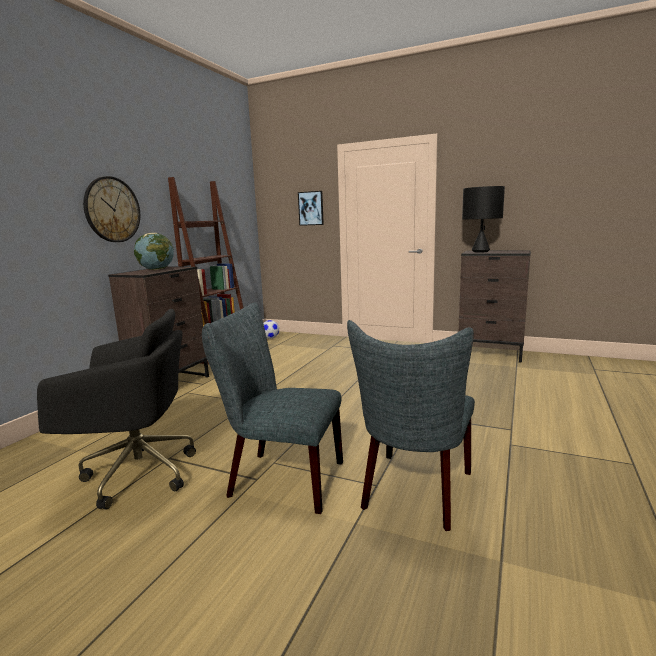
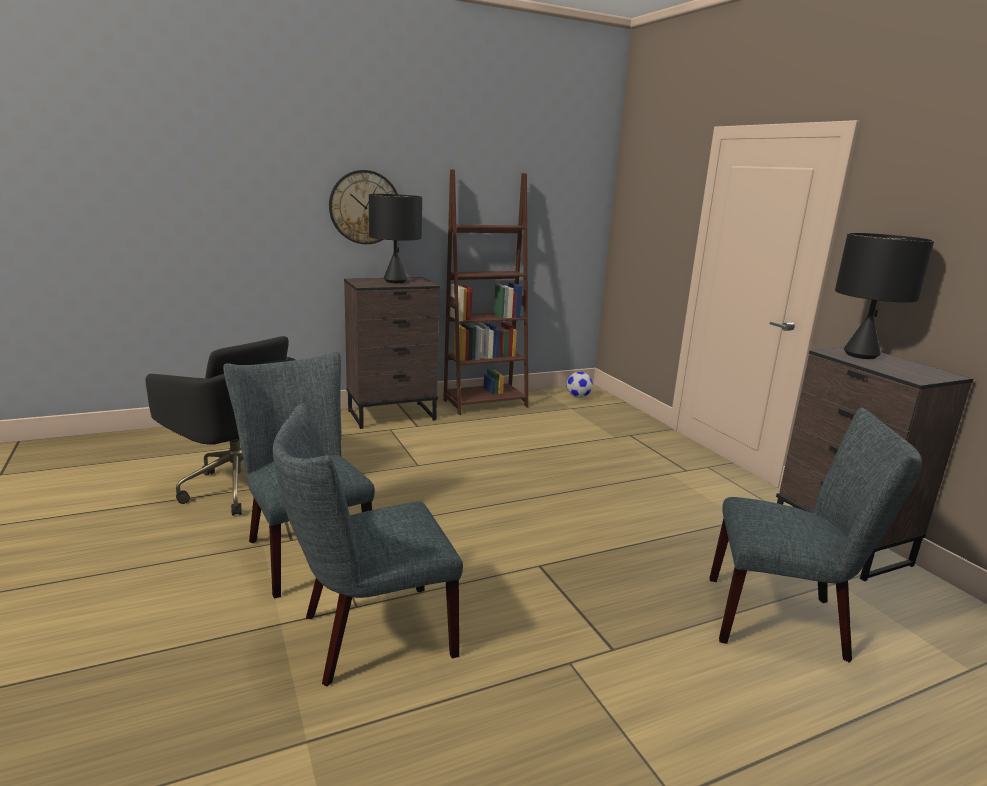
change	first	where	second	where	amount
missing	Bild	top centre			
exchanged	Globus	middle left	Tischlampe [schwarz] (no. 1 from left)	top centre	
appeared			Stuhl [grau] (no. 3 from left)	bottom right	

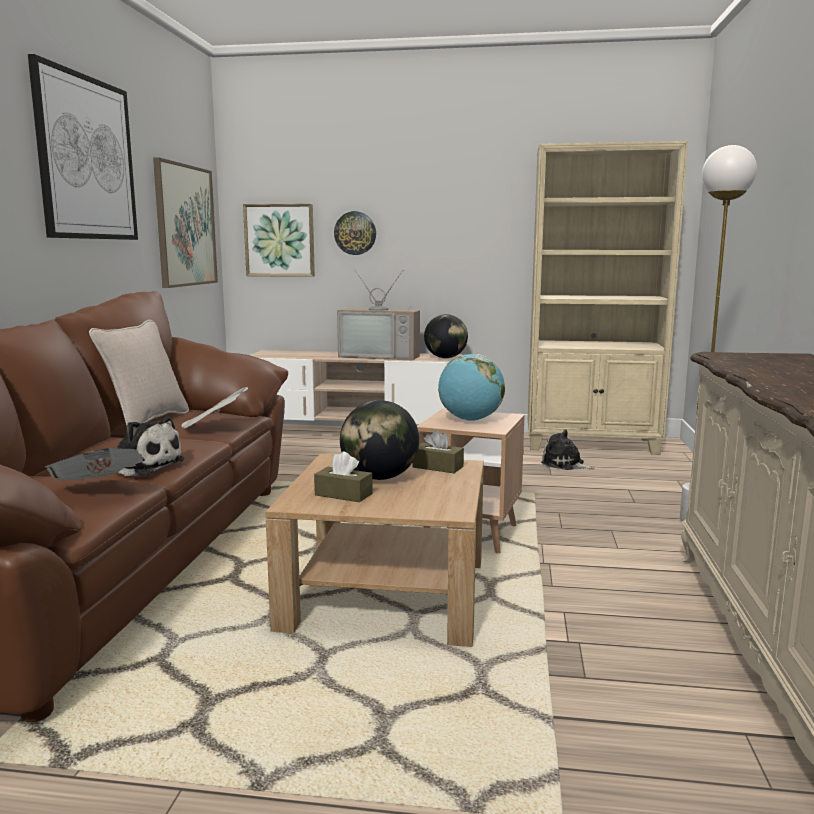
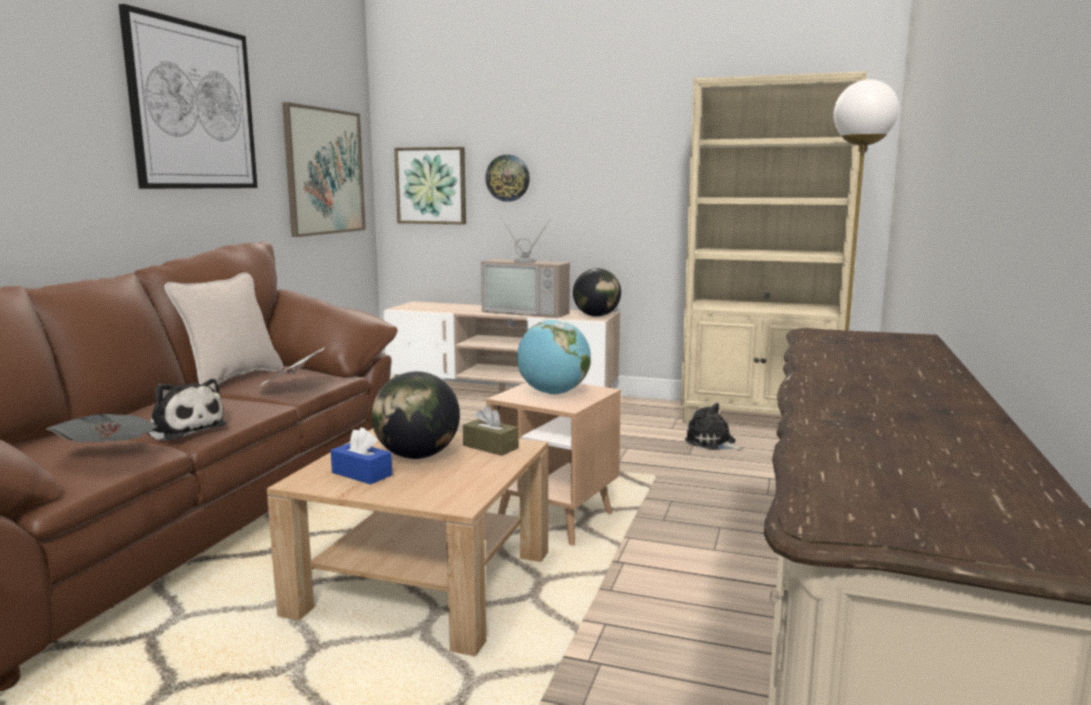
change	first	where	second	where	amount
colour	Taschentuchbox [braun] (no. 1 from left)	centre	Taschentuchbox [blau]	middle left	

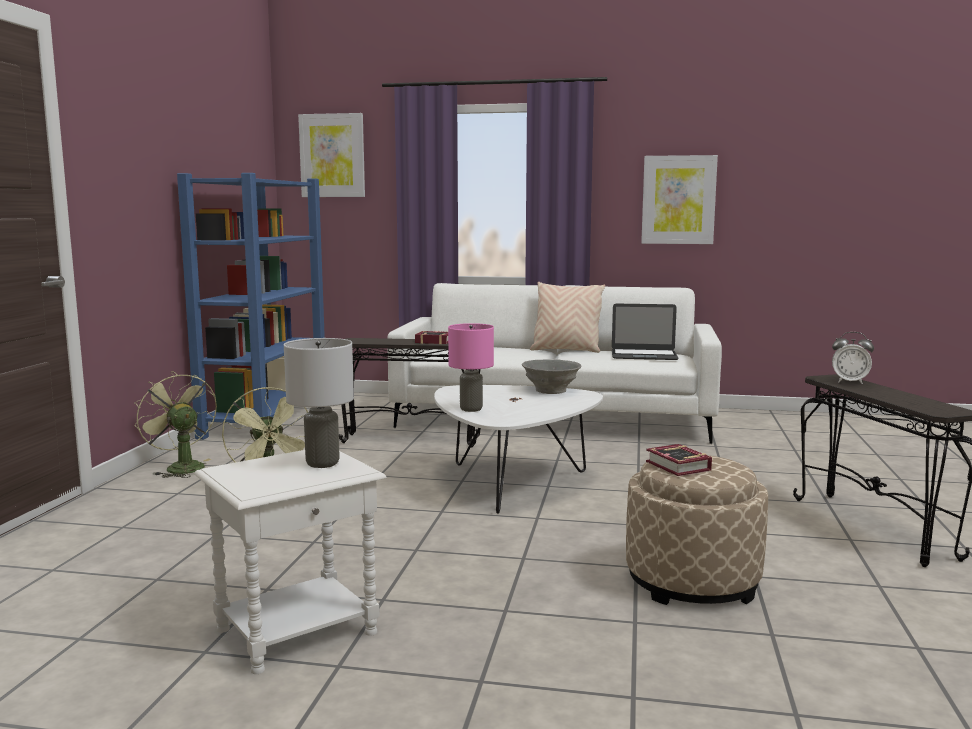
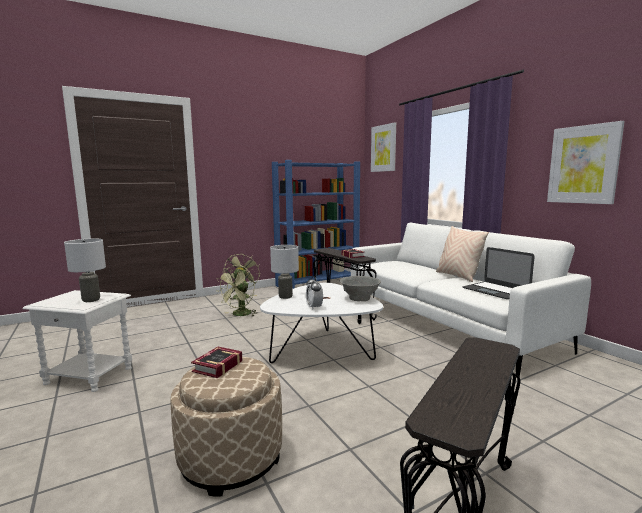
change	first	where	second	where	amount
colour	Tischlampe [rosa]	centre	Tischlampe [weiß] (no. 2 from left)	centre	
relocated	Wecker	middle right		centre	

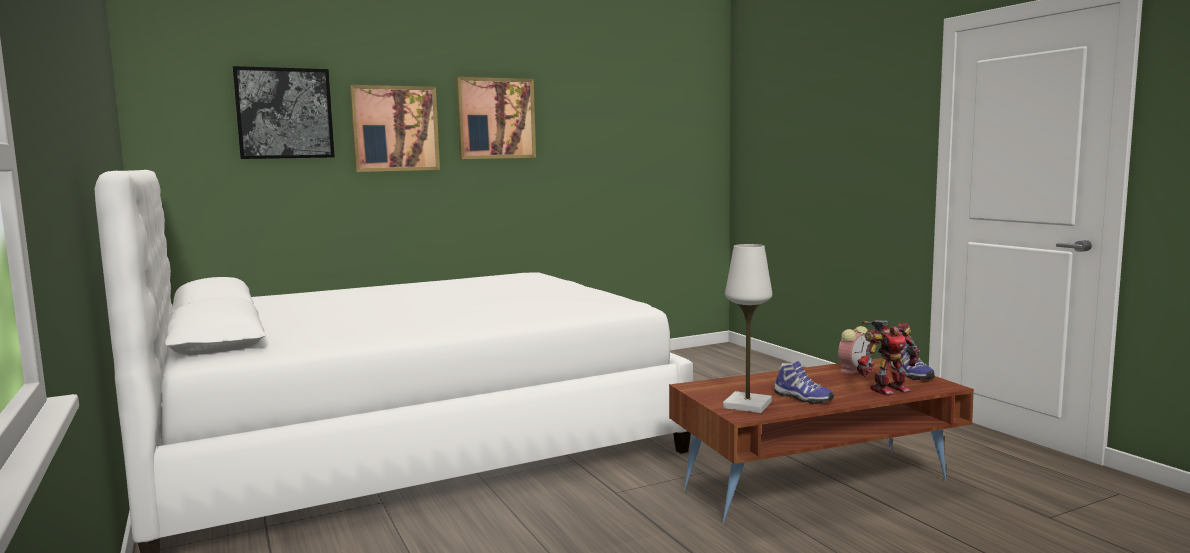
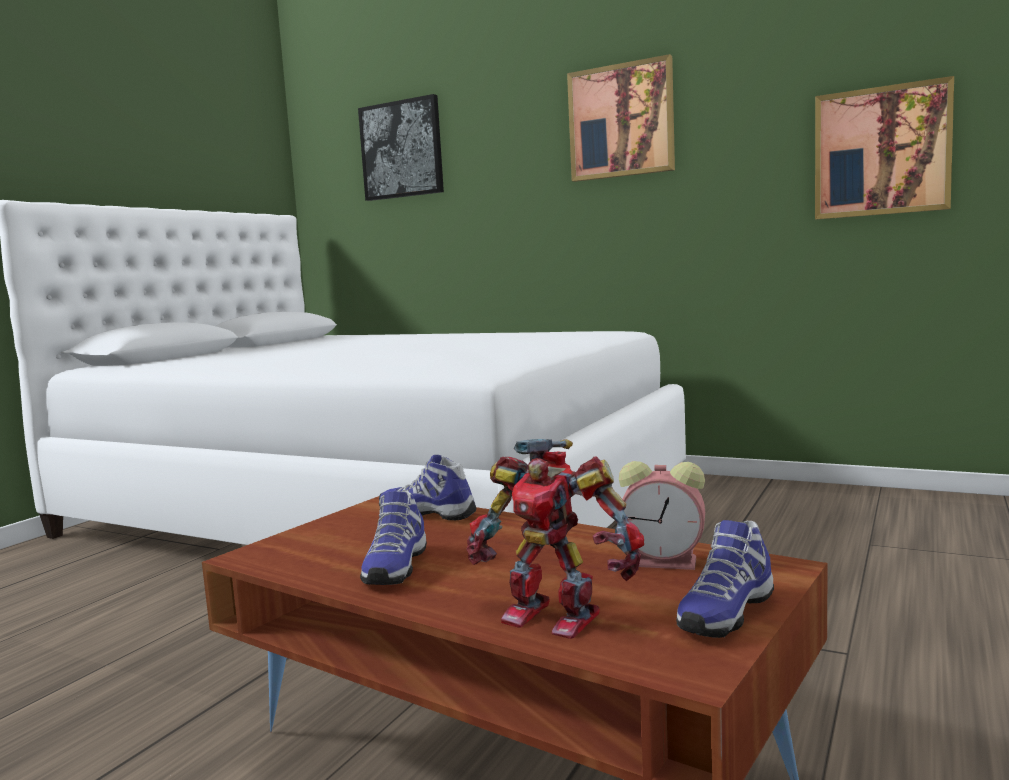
change	first	where	second	where	amount
relocated	Bild (no. 2 from left in the first image)	top left	Bild (no. 3 from left)	top right	
missing	Tischlampe [weiß]	centre			
appeared			Schuh (no. 2 from left)	centre	

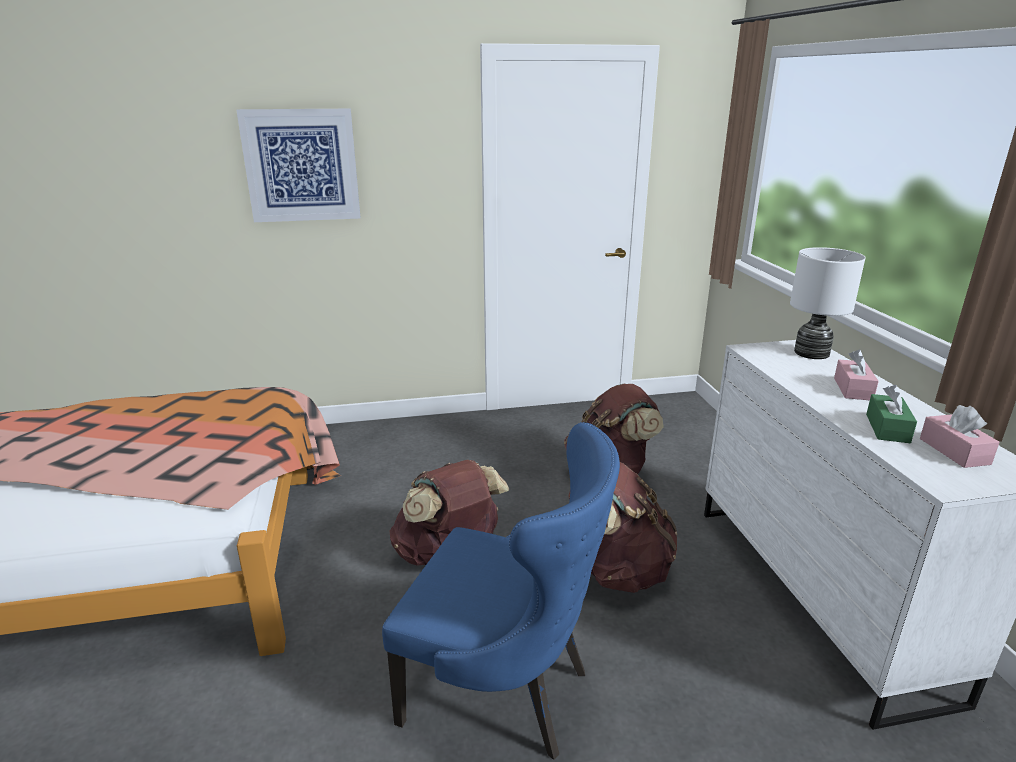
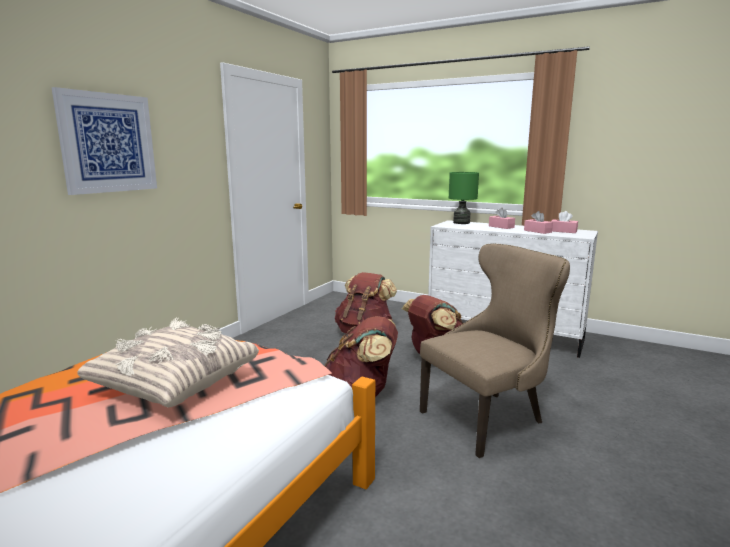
change	first	where	second	where	amount
colour	Tischlampe [weiß]	middle right	Tischlampe [grün]	centre	
colour	Taschentuchbox [grün]	middle right	Taschentuchbox [rosa] (no. 2 from left)	middle right	
colour	Stuhl [blau]	bottom centre	Stuhl [beige]	middle right	
appeared			Kissen [beige]	middle left	

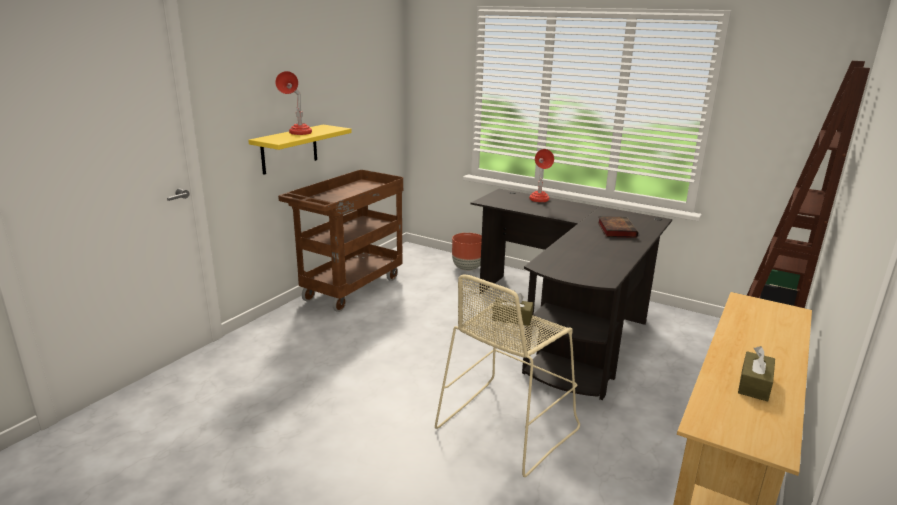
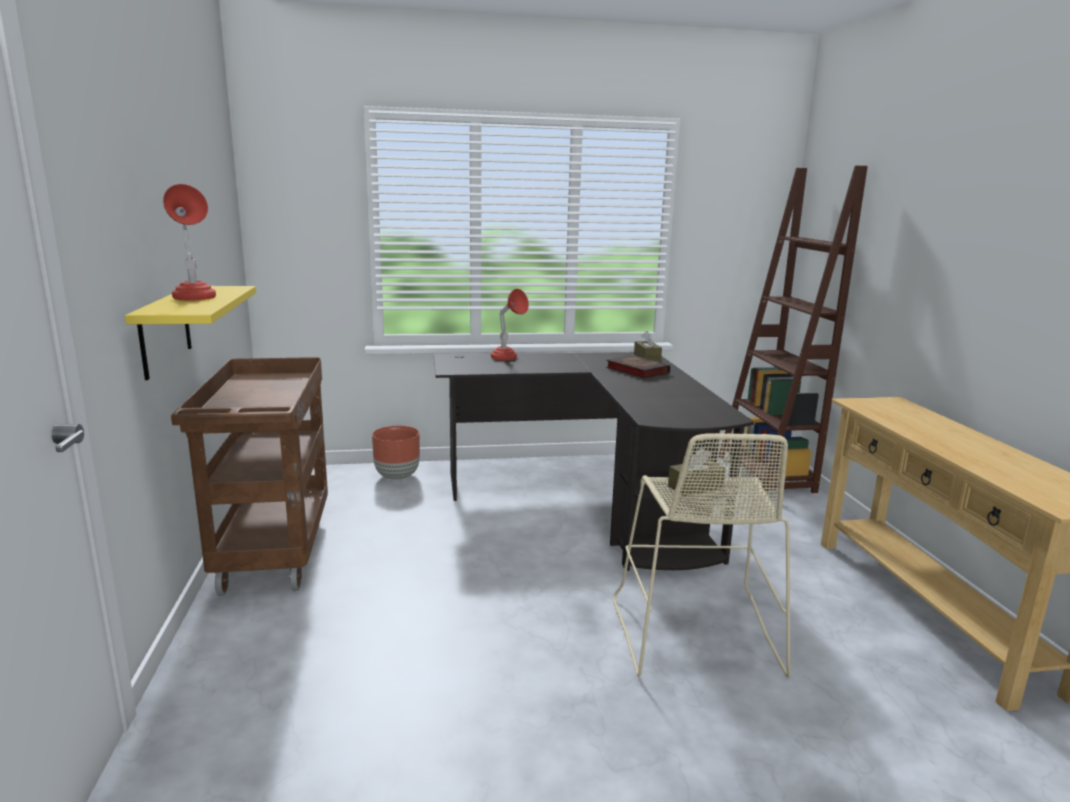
change	first	where	second	where	amount
relocated	Taschentuchbox [braun] (no. 2 from left in the first image)	bottom right	Taschentuchbox [braun] (no. 1 from left)	centre	

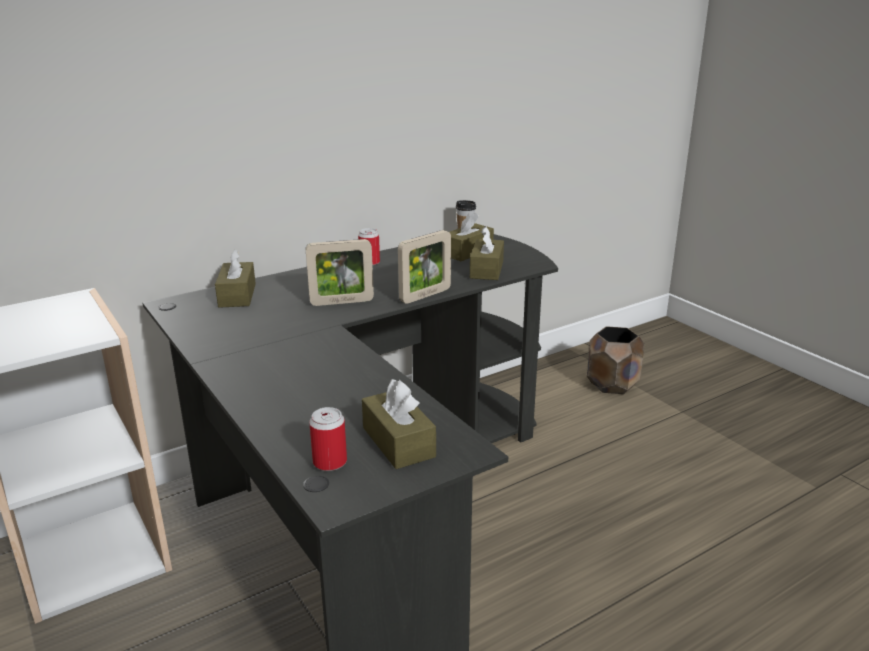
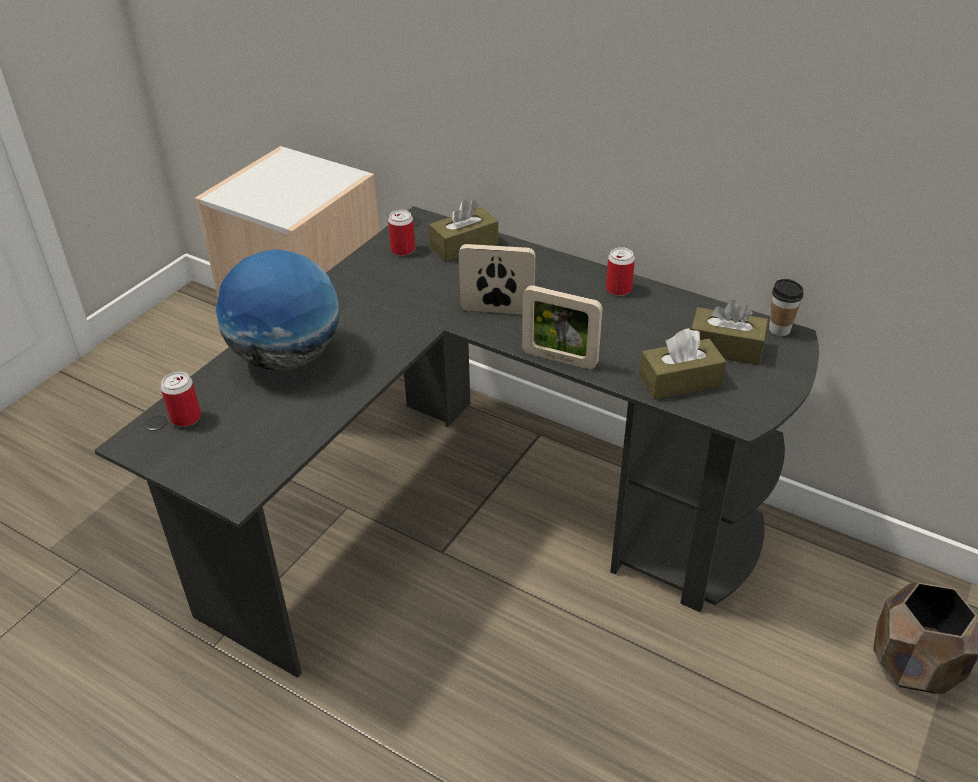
change	first	where	second	where	amount
spun	Bilderrahmen (no. 1 from left)	centre		centre	135 degrees clockwise
missing	Taschentuchbox [braun] (no. 2 from left)	centre			
appeared			Dose (no. 2 from left)	top centre	
appeared			Globus	middle left	

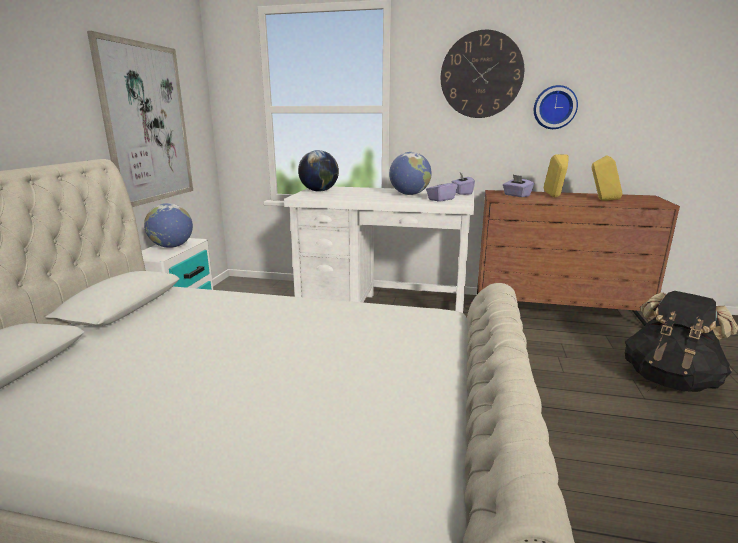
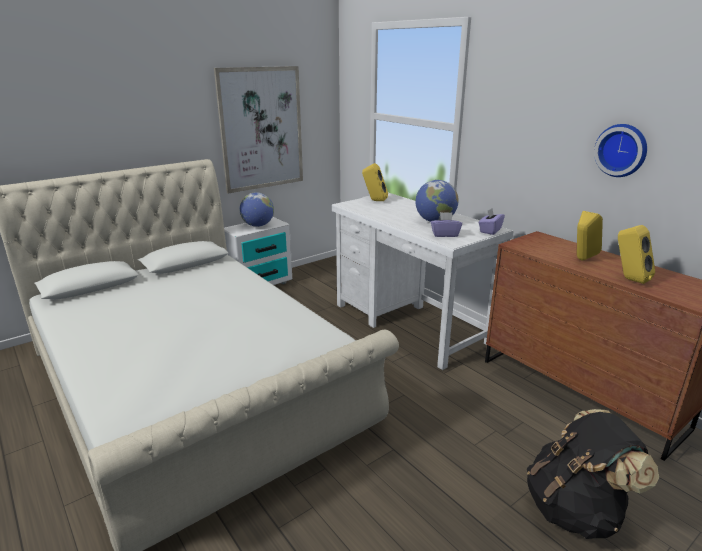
change	first	where	second	where	amount
missing	Wanduhr (no. 1 from left)	top centre			
exchanged	Globus (no. 2 from left)	top centre	Lautsprecher [gelb] (no. 1 from left)	top centre	
missing	Taschentuchbox [lila] (no. 3 from left)	middle right			

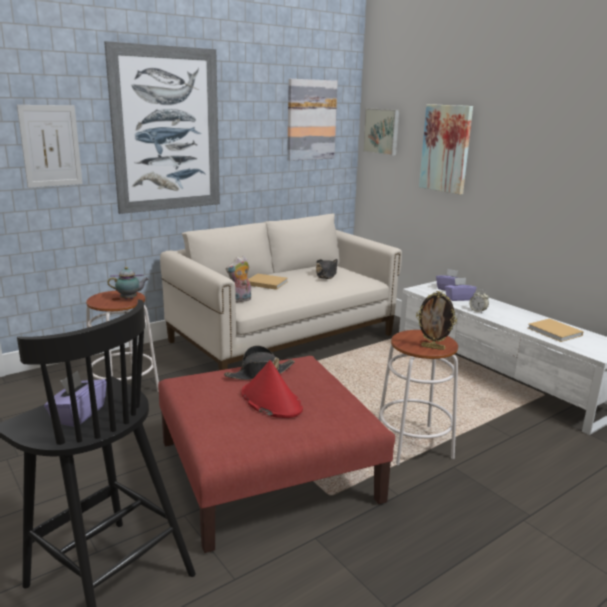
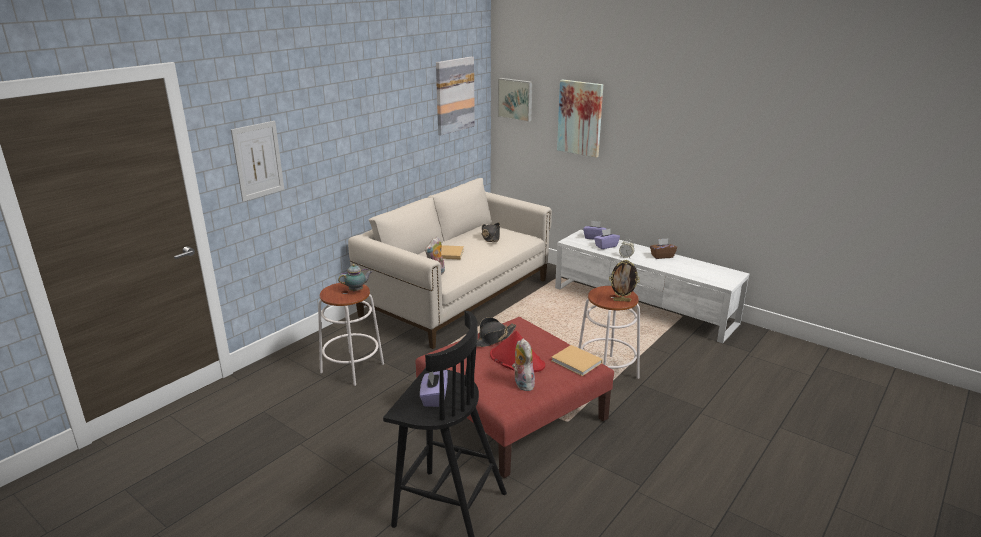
change	first	where	second	where	amount
missing	Bild (no. 2 from left)	top left			
relocated	Buch [beige] (no. 2 from left)	middle right		bottom centre	
appeared			Taschentuchbox [braun]	middle right	
appeared			Plüschtier (no. 2 from left)	bottom centre	

